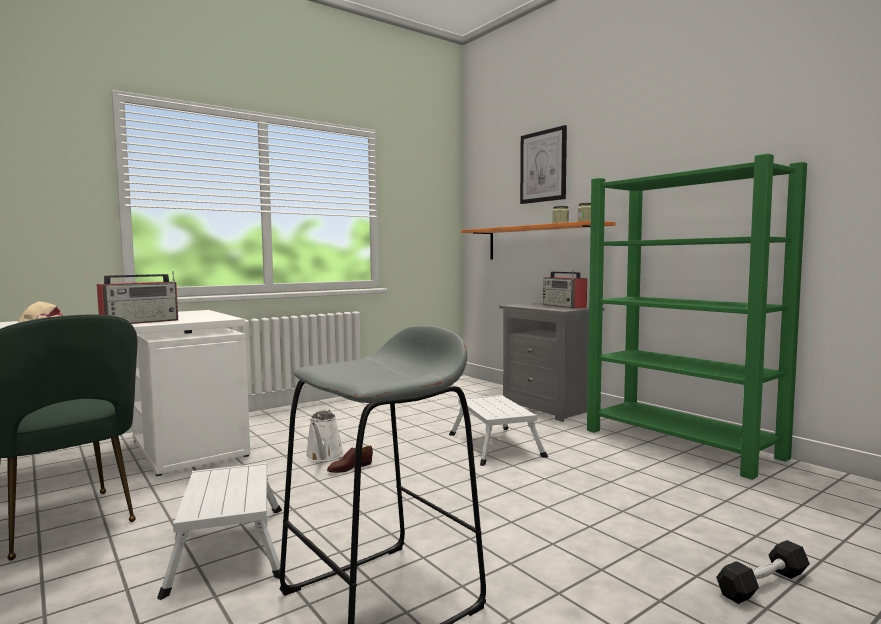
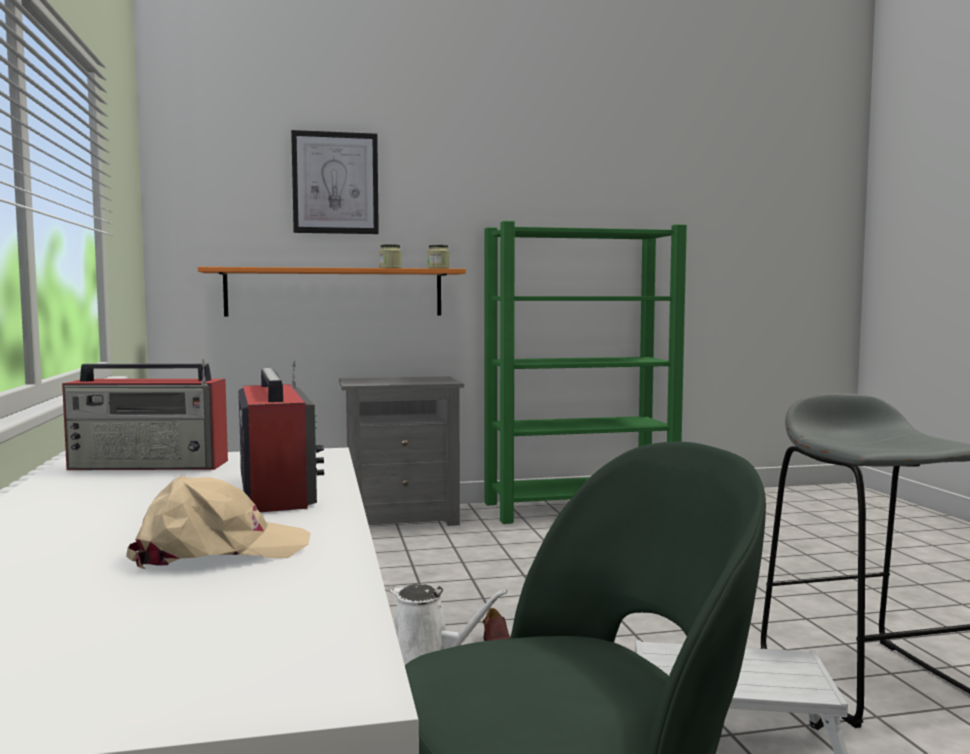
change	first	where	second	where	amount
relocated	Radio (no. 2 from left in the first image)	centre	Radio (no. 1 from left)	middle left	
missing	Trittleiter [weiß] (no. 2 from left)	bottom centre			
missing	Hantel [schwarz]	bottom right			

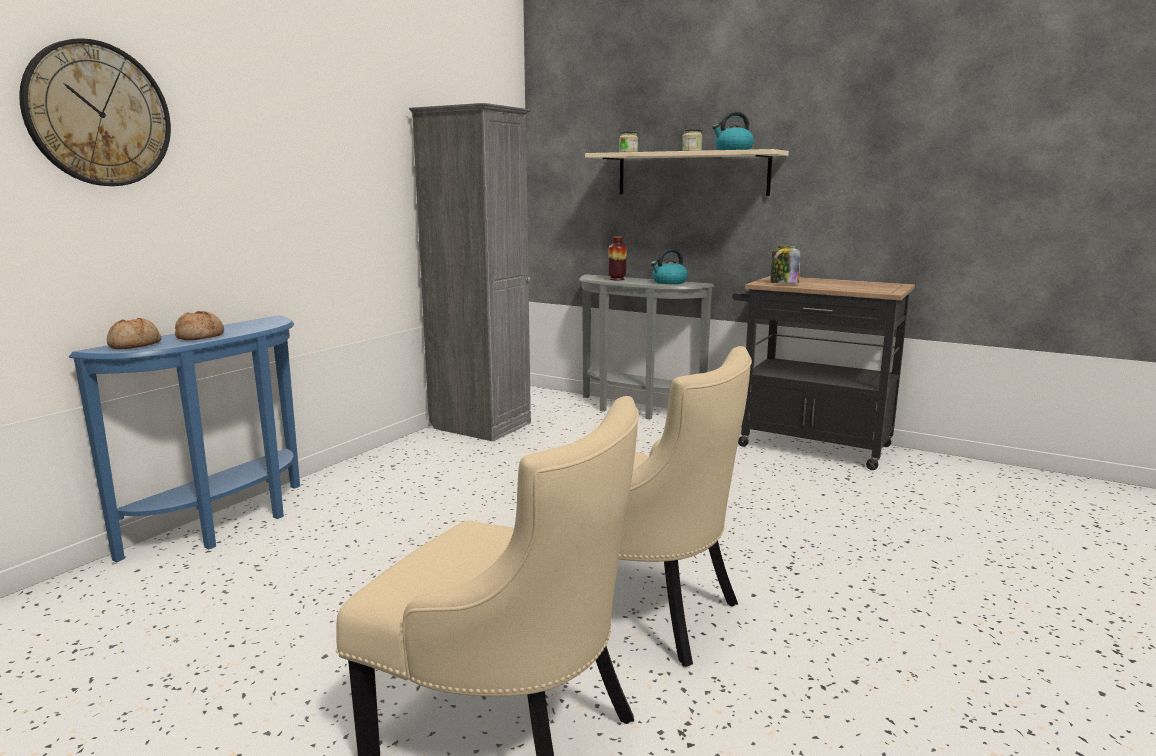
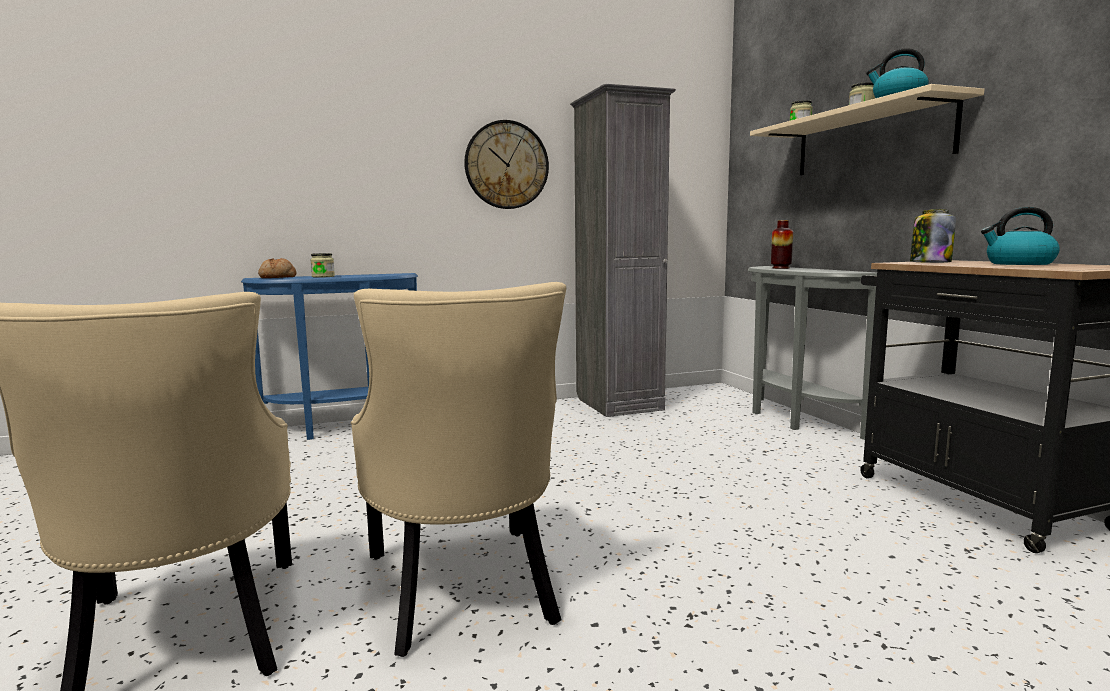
change	first	where	second	where	amount
relocated	Wanduhr	top left		top centre	
relocated	Wasserkessel (no. 1 from left in the first image)	centre	Wasserkessel (no. 2 from left)	middle right	
exchanged	Brot (no. 2 from left)	middle left	Vorratsglas (no. 1 from left)	middle left	

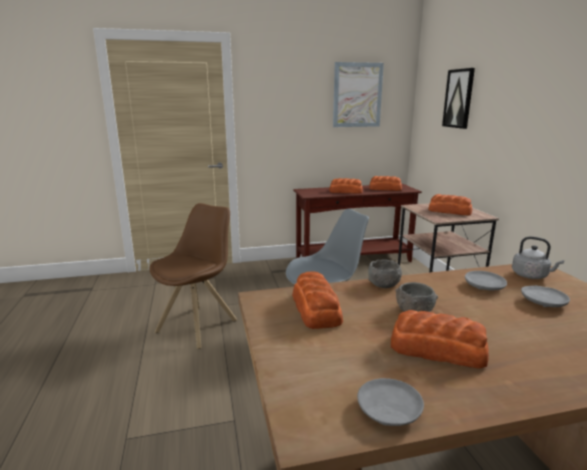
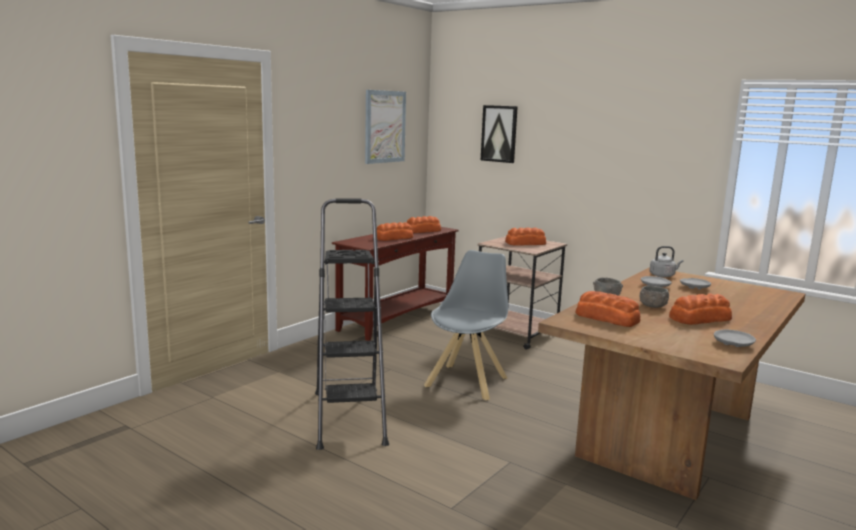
change	first	where	second	where	amount
exchanged	Stuhl [braun]	middle left	Trittleiter	centre	

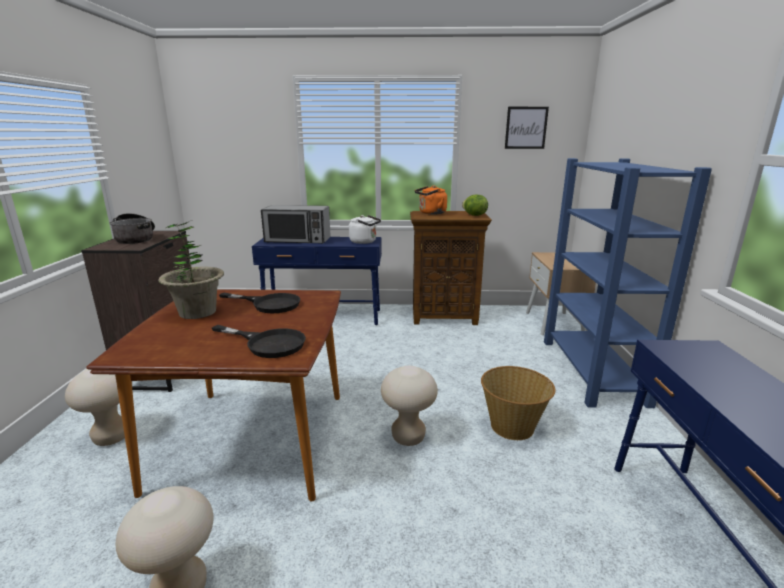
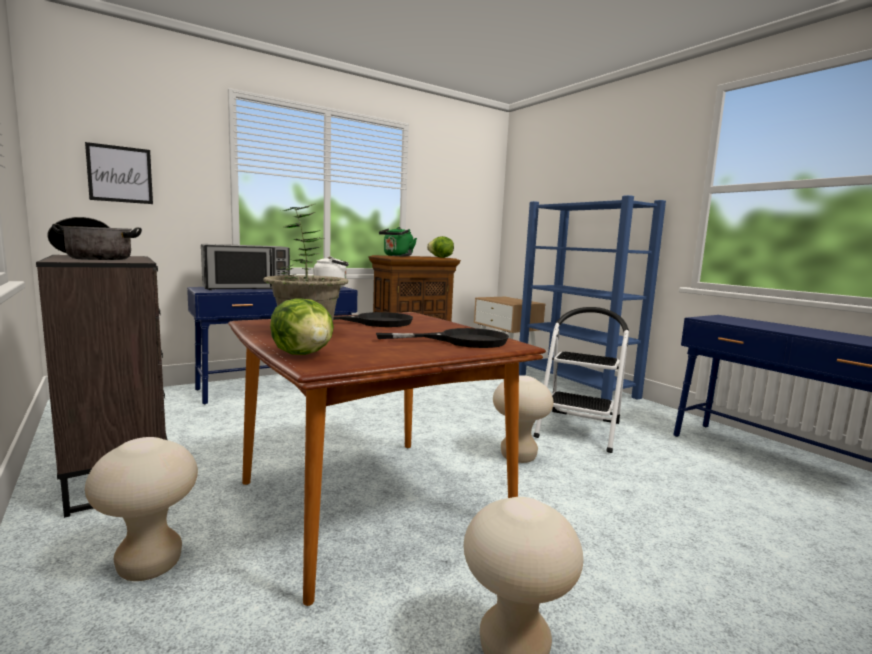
change	first	where	second	where	amount
relocated	Bild	top right		top left	
colour	Wasserkessel [orange]	centre	Wasserkessel [grün]	centre	
exchanged	Korb	bottom centre	Trittleiter	centre	
appeared			Salatkopf (no. 1 from left)	centre	

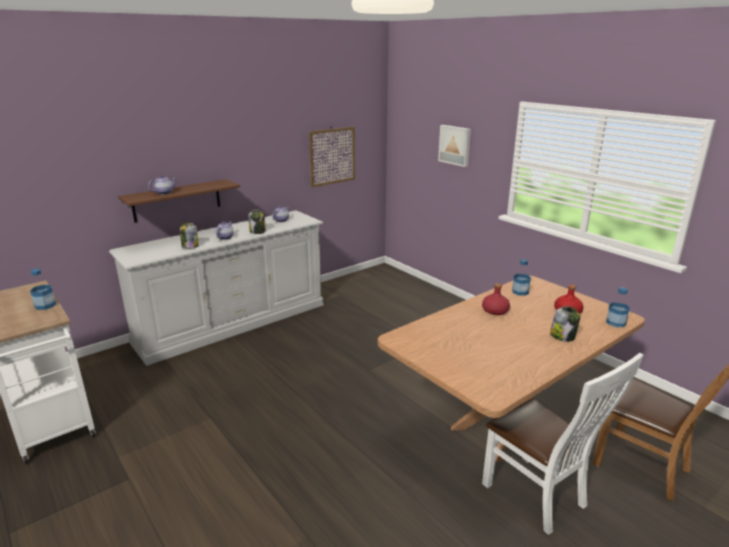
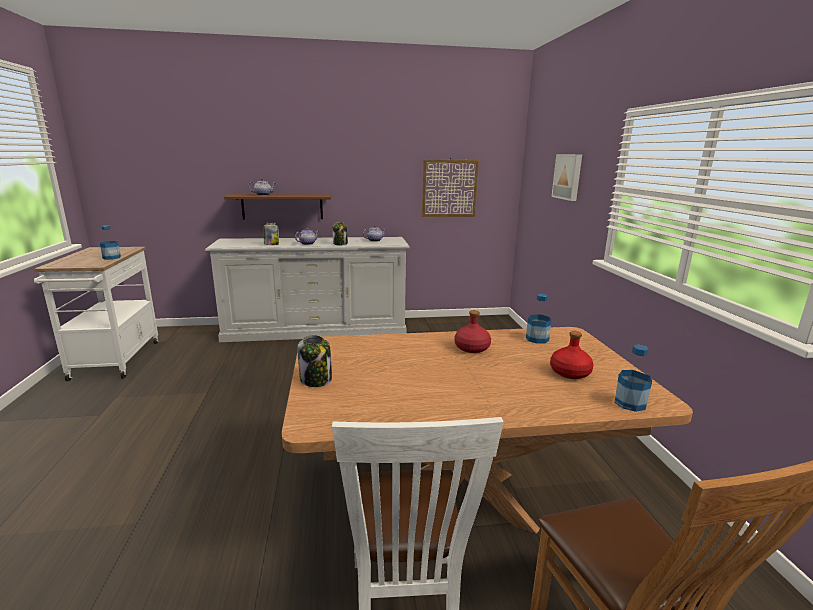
change	first	where	second	where	amount
relocated	Vorratsglas (no. 3 from left in the first image)	middle right	Vorratsglas (no. 2 from left)	centre	

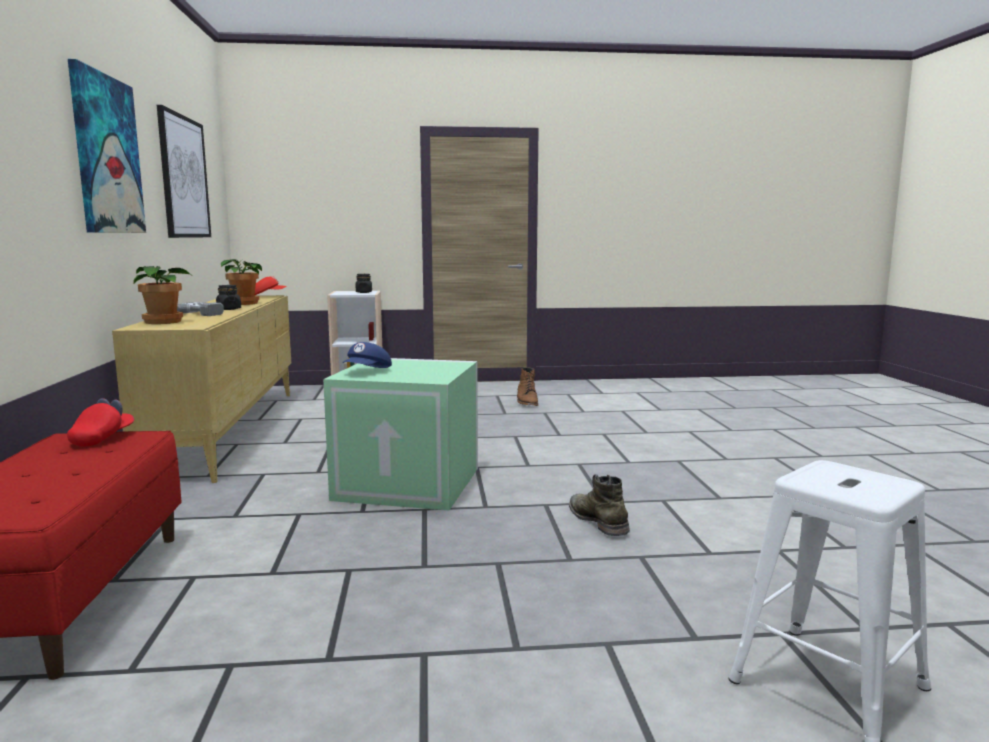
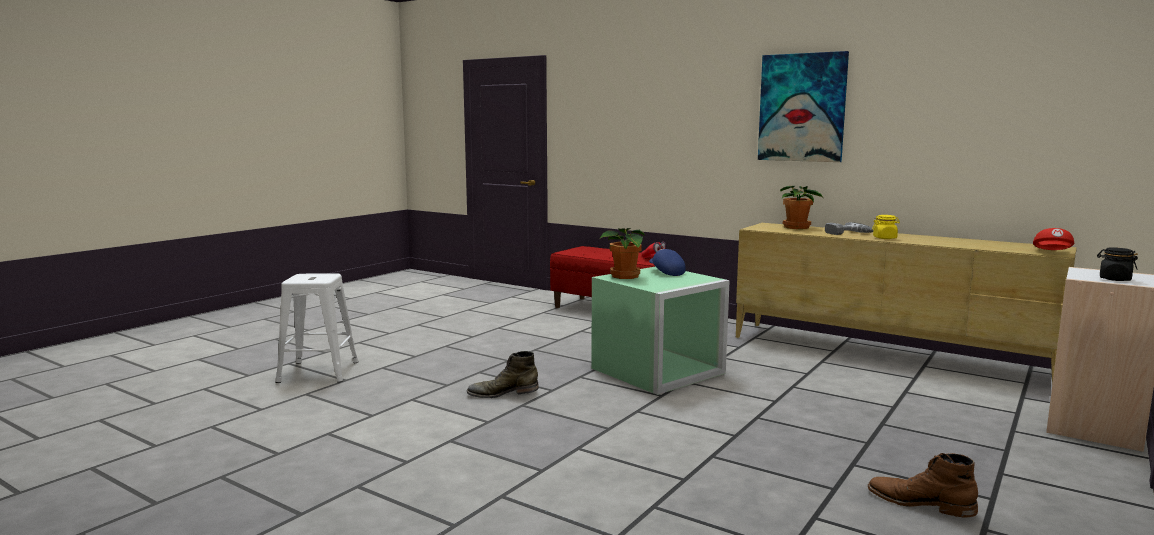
change	first	where	second	where	amount
missing	Bild (no. 2 from left)	top left			
relocated	Topfpflanze (no. 2 from left in the first image)	middle left	Topfpflanze (no. 1 from left)	centre	
colour	Vorratsglas [schwarz] (no. 1 from left)	middle left	Vorratsglas [gelb]	middle right	
spun	Stiefel [grün]	bottom centre		bottom centre	150 degrees clockwise

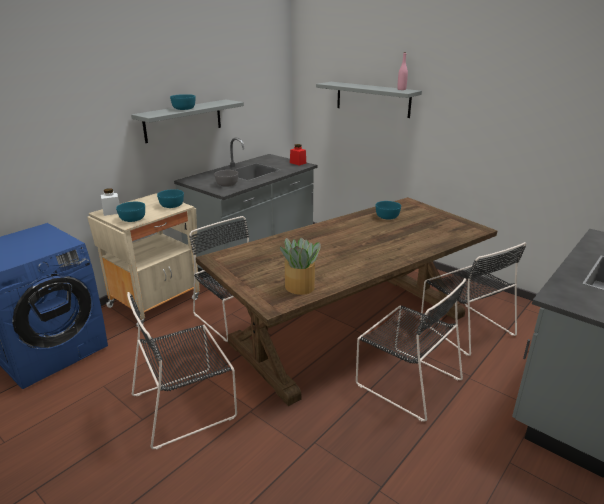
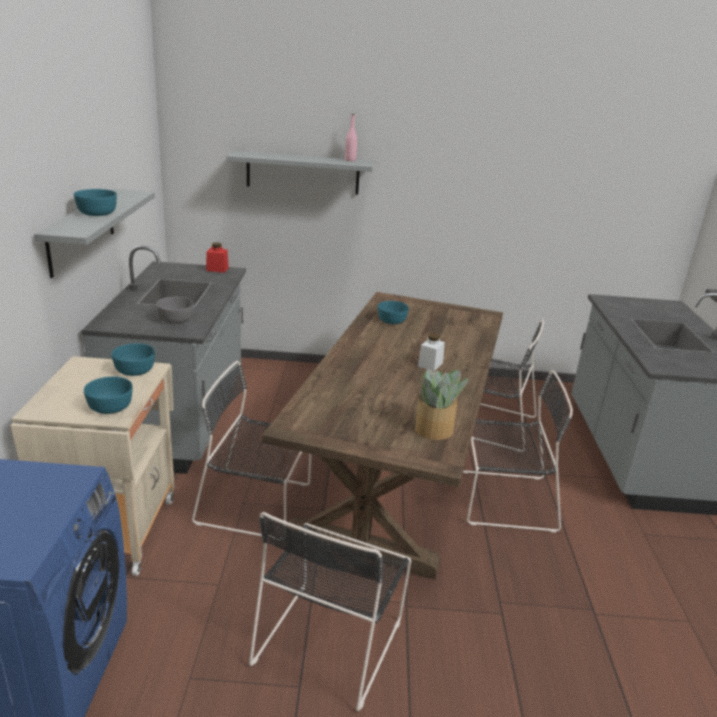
change	first	where	second	where	amount
relocated	Vorratsglas [weiß]	middle left		centre	

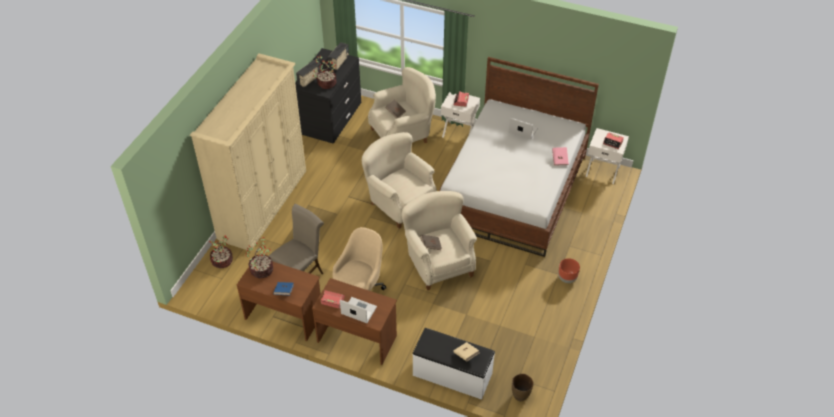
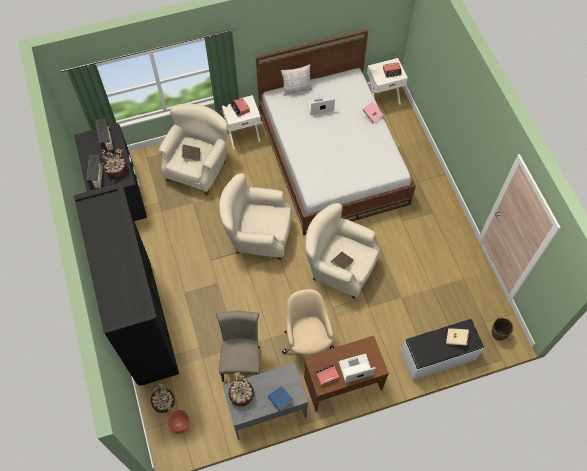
change	first	where	second	where	amount
colour	Kleiderschrank [beige]	middle left	Kleiderschrank [schwarz]	middle left	
relocated	Pflanzkübel [braun]	middle right		bottom left	
colour	Schreibtisch [braun] (no. 1 from left)	bottom centre	Schreibtisch [grau]	bottom centre	
appeared			Kissen	top centre	

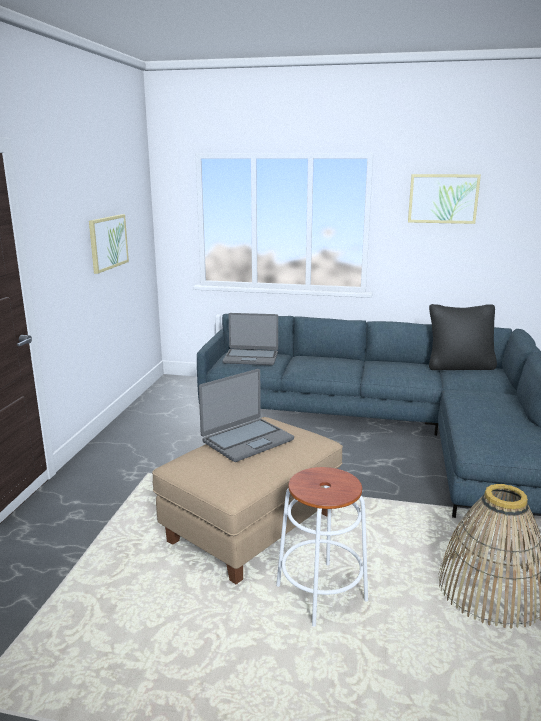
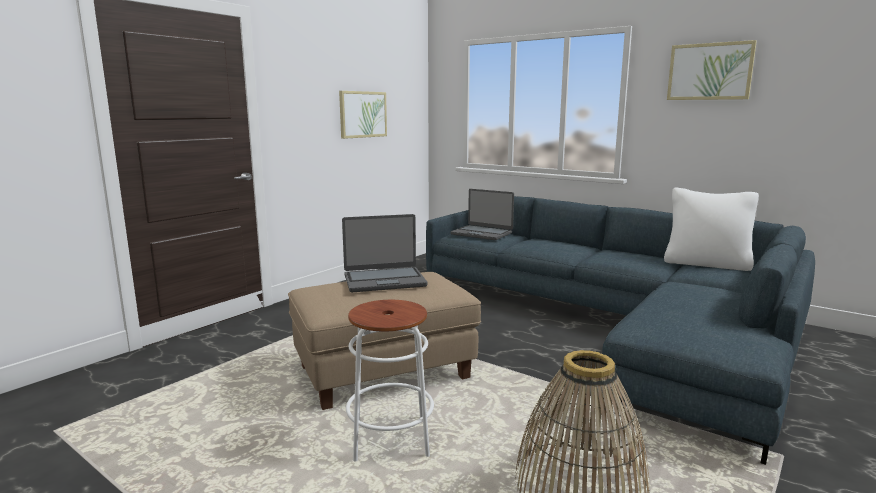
change	first	where	second	where	amount
colour	Kissen [schwarz]	middle right	Kissen [weiß]	middle right	

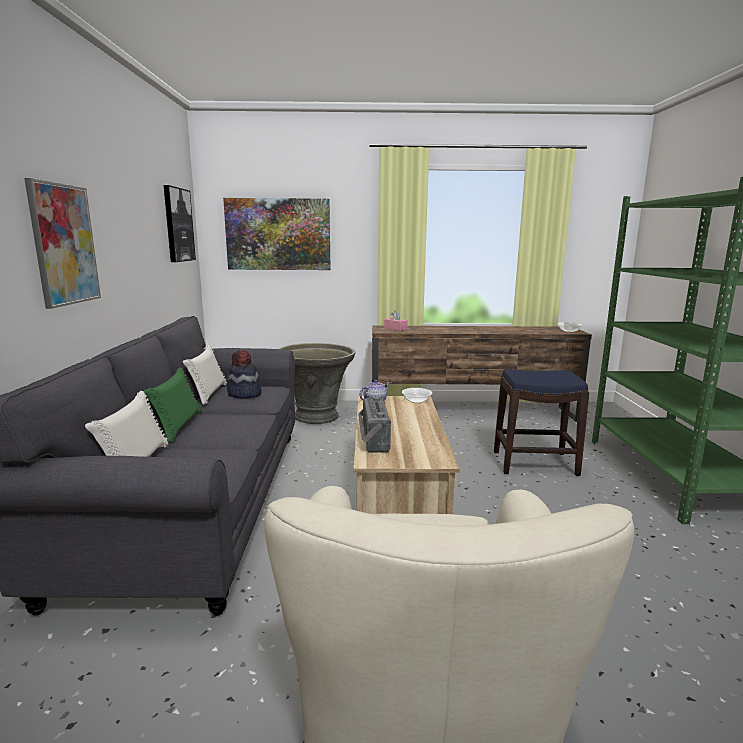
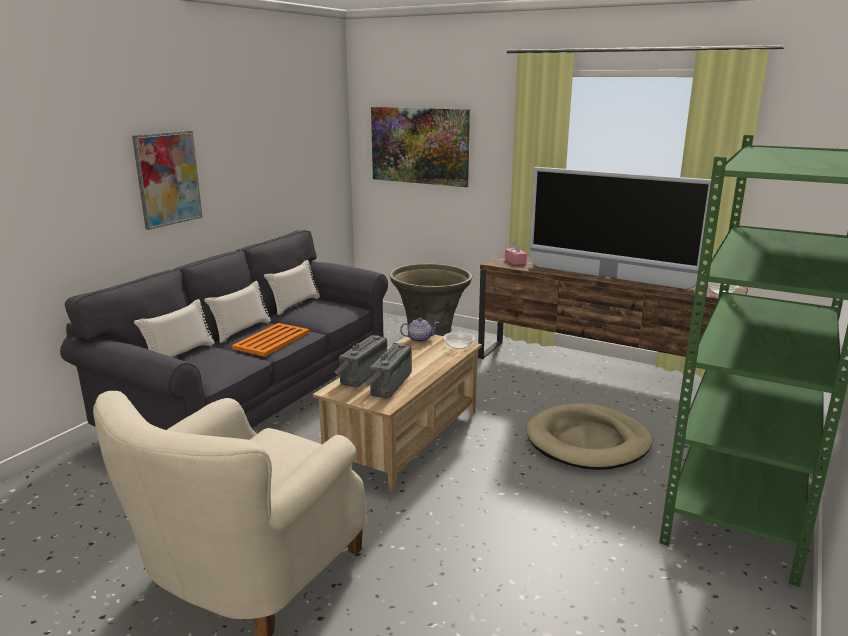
change	first	where	second	where	amount
missing	Bild (no. 2 from left)	top left			
missing	Hut	middle left			
colour	Kissen [grün]	middle left	Kissen [weiß] (no. 2 from left)	middle left	
exchanged	Hocker	middle right	Hundebett [beige]	bottom right	
appeared			Fernseher	middle right	
appeared			Tablett [orange]	middle left	
appeared			Radio (no. 2 from left)	centre	

